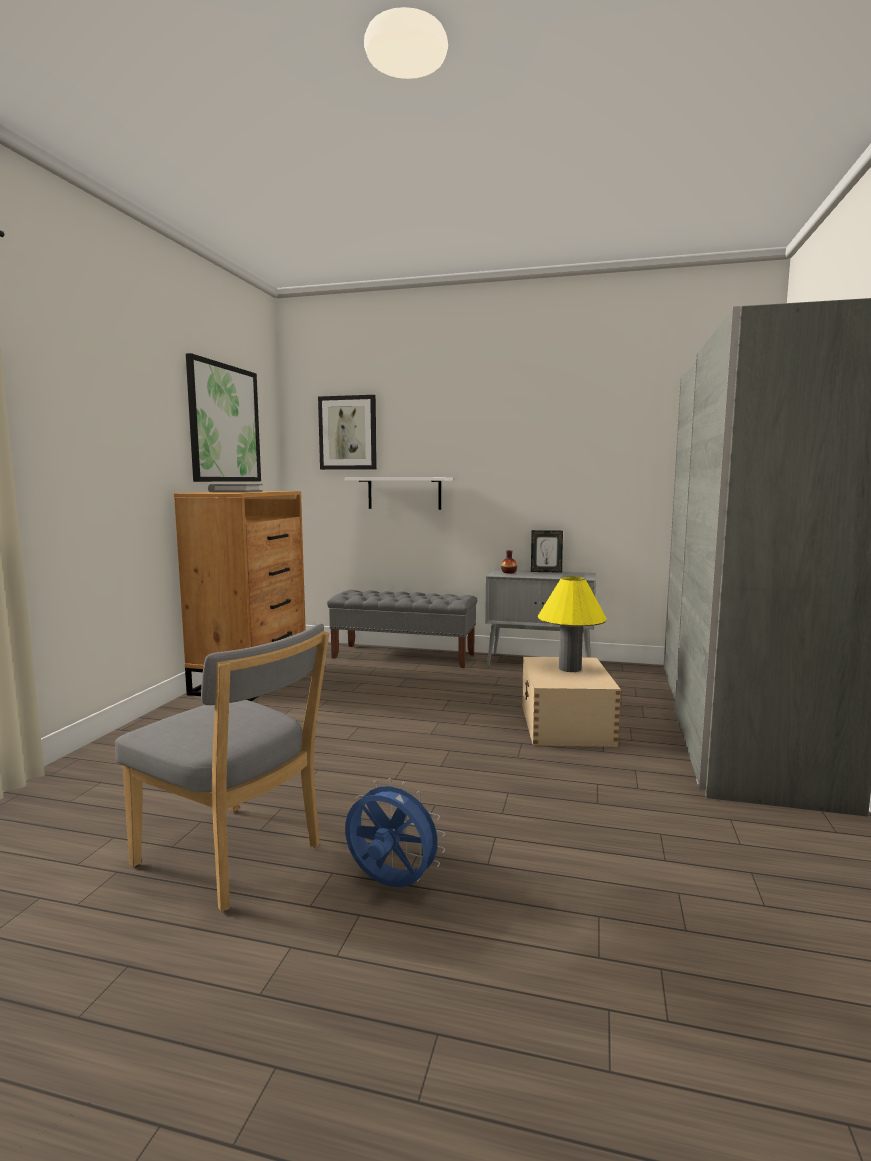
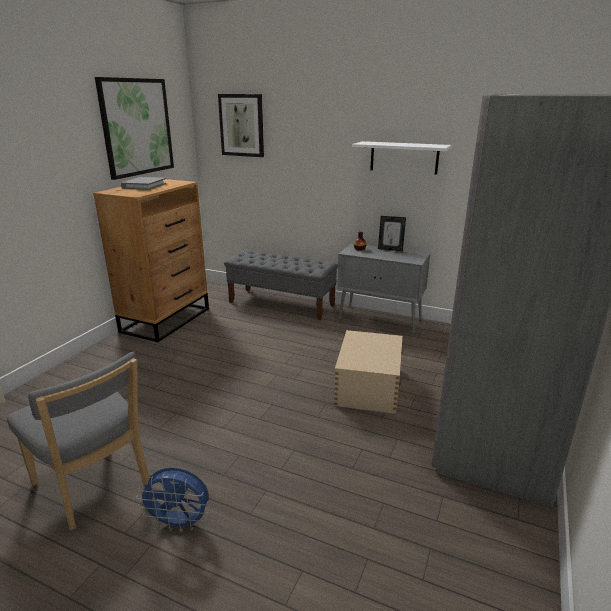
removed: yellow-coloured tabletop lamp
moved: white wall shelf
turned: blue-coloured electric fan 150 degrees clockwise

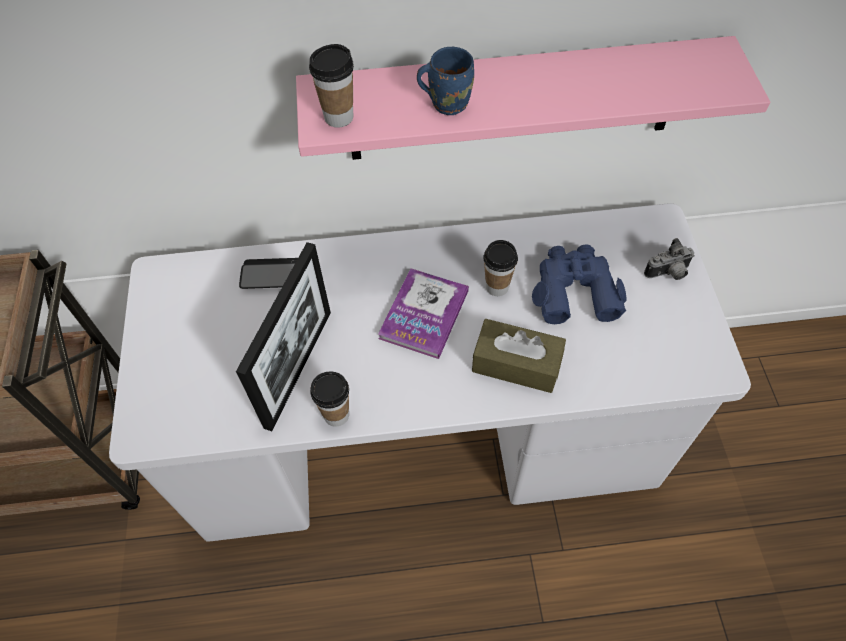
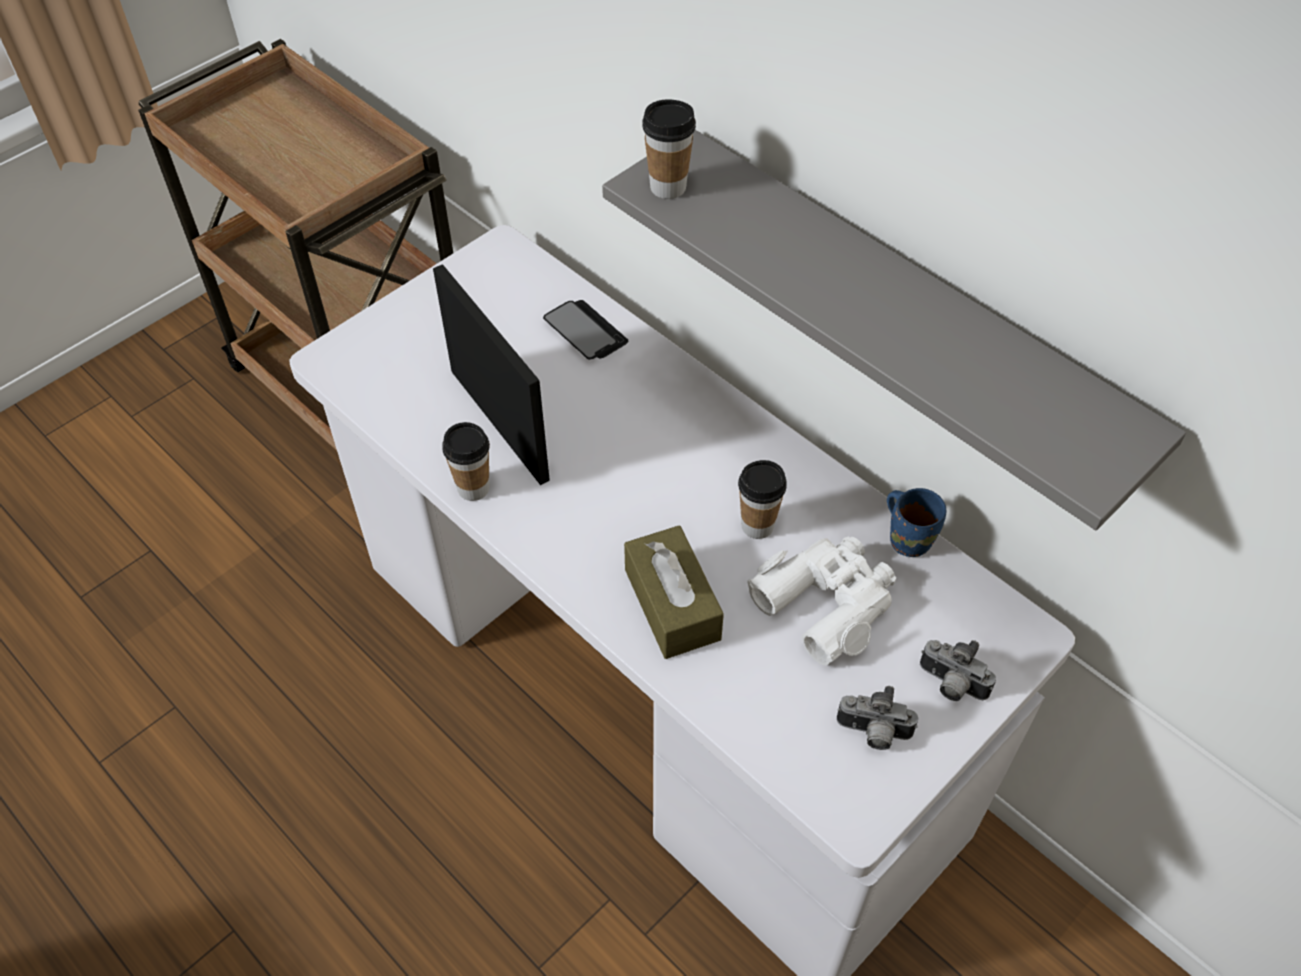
removed: book
added: still camera (1st from left)
moved: blue-coloured mug
recoloured: pinkish wall shelf to greyish wall shelf; blue-coloured field glasses to white field glasses
turned: picture frame 105 degrees counterclockwise

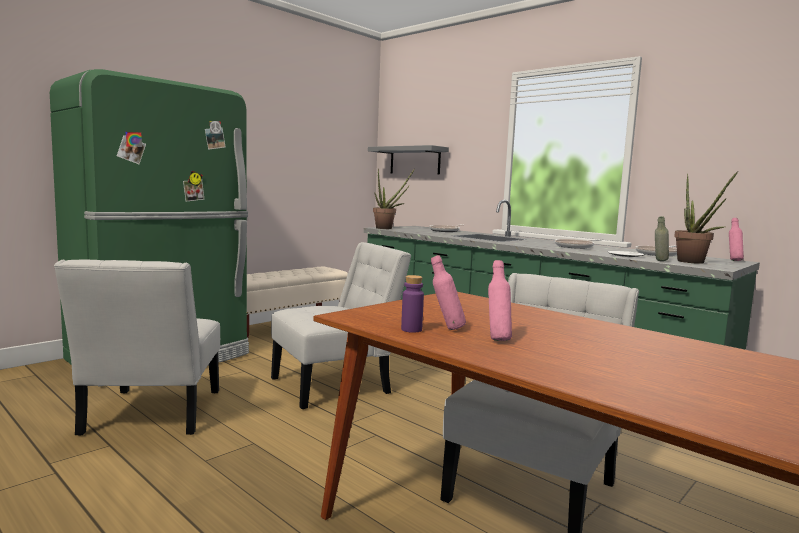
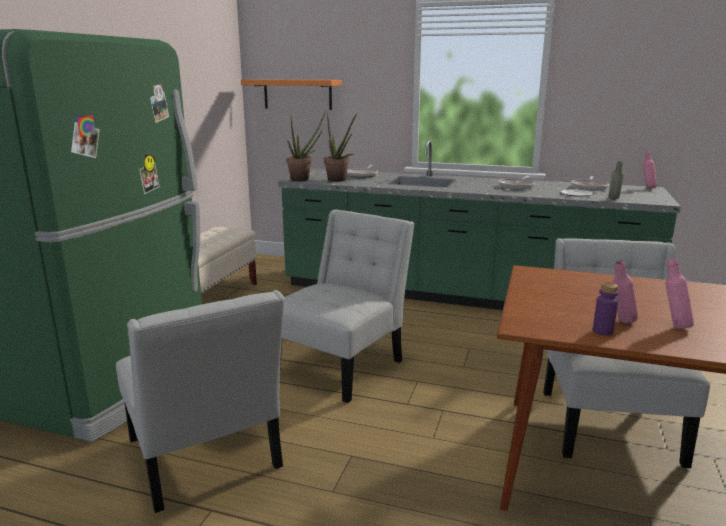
moved: plant in a pot (2nd from left)
recoloured: greyish wall shelf to orangey wall shelf

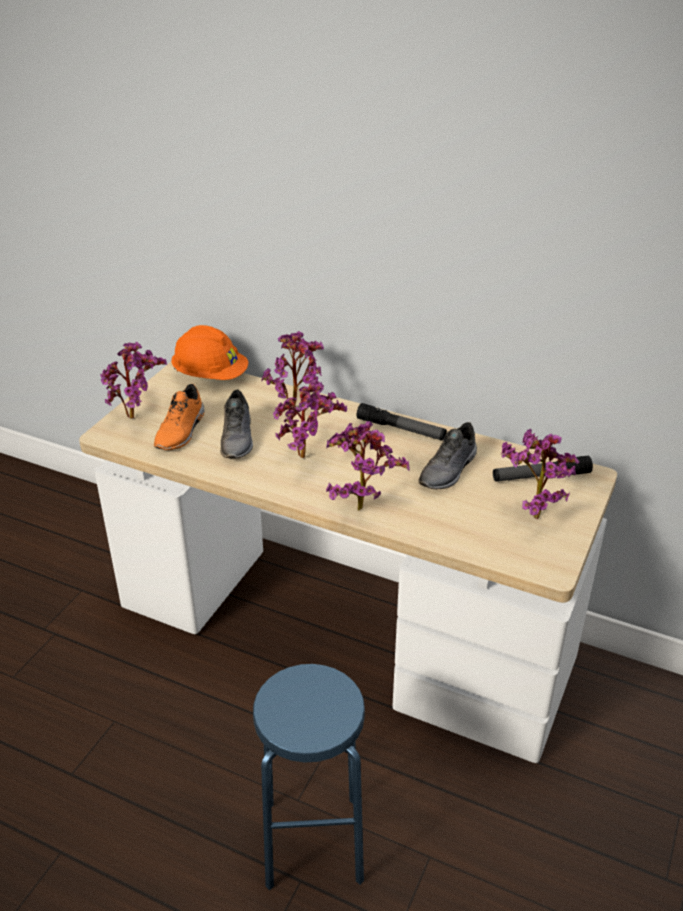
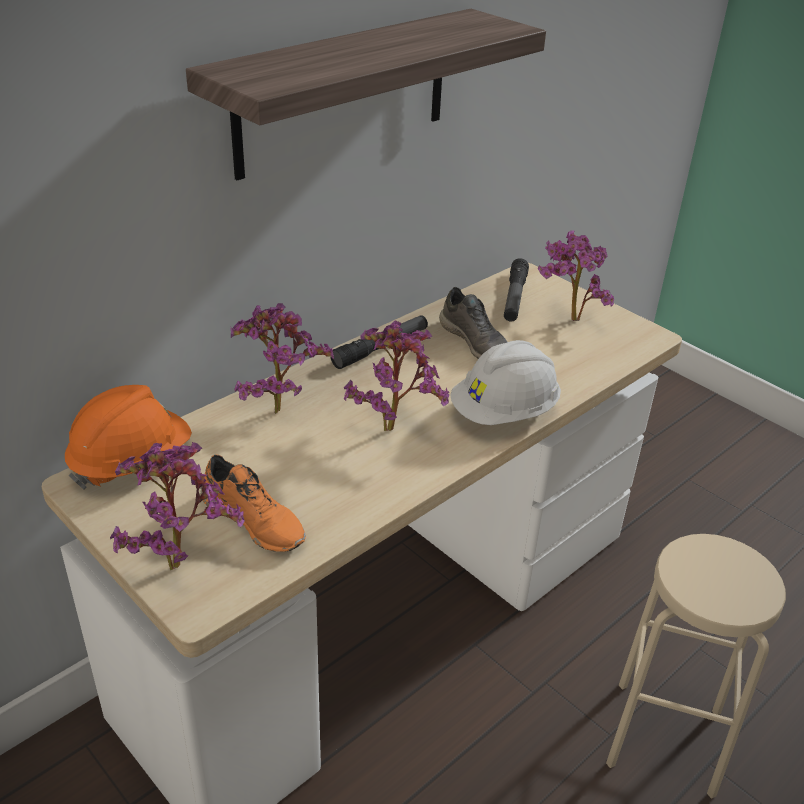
removed: greyish shoe (1st from left)
added: wall shelf
replaced: plant in a pot (4th from left) to white work helmet
recoloured: blue-coloured sitting stool to sand-coloured sitting stool

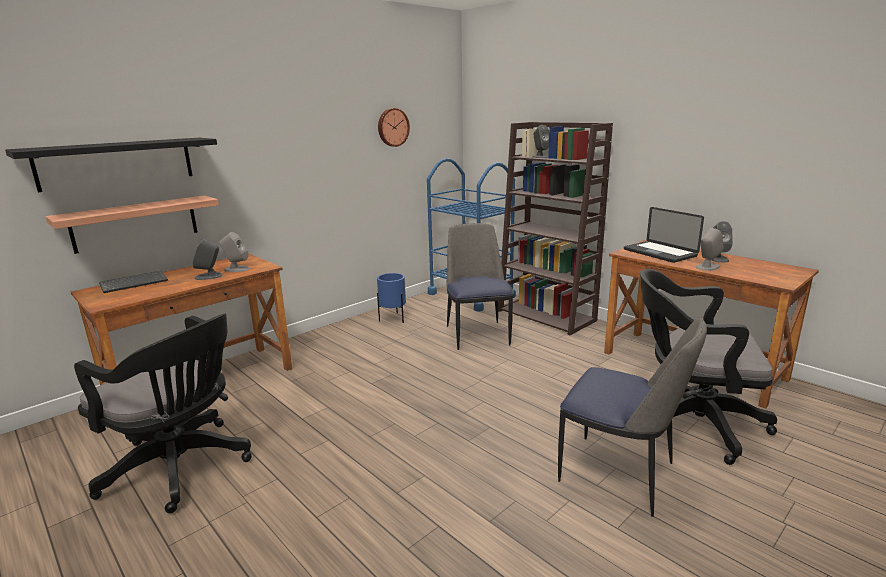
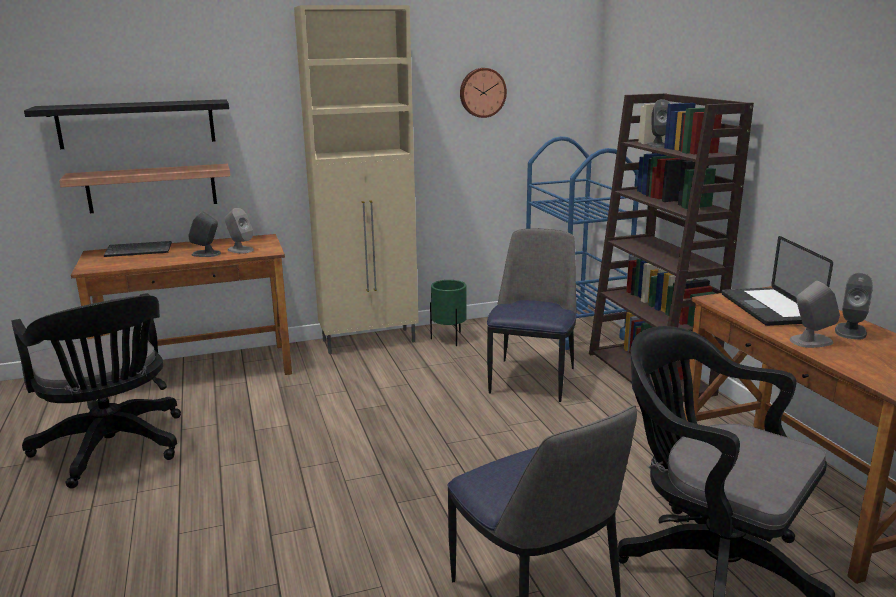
added: sand-coloured cupboard
recoloured: blue-coloured flower pot to greenish flower pot

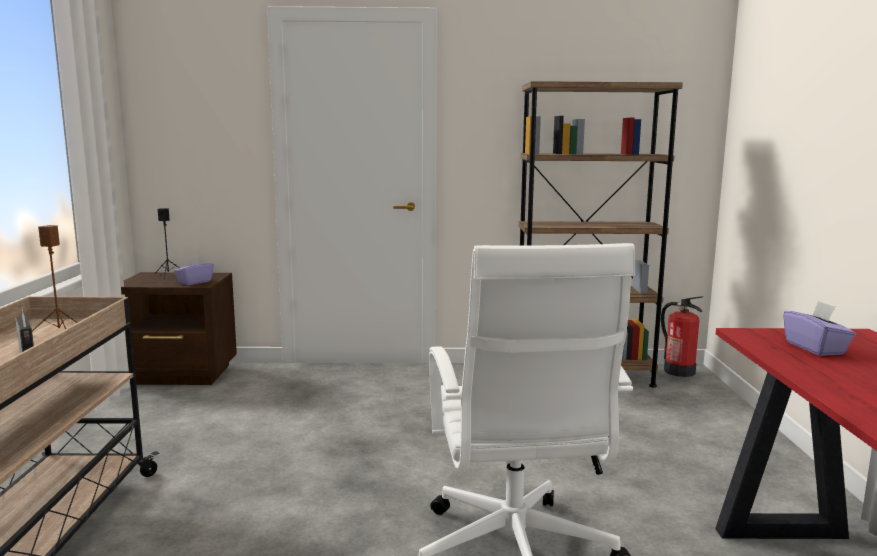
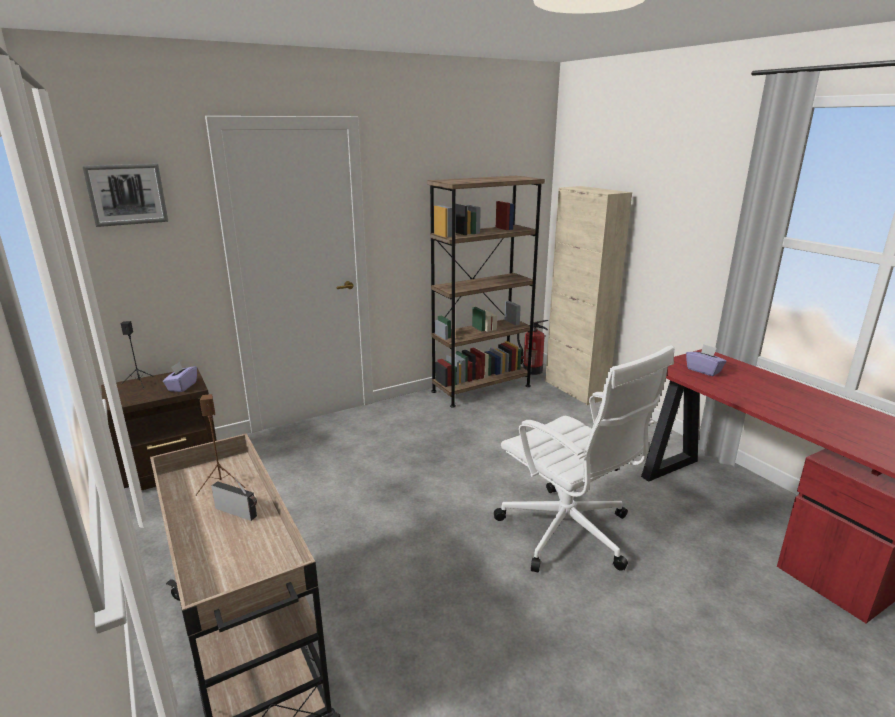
added: picture; sand-coloured cupboard

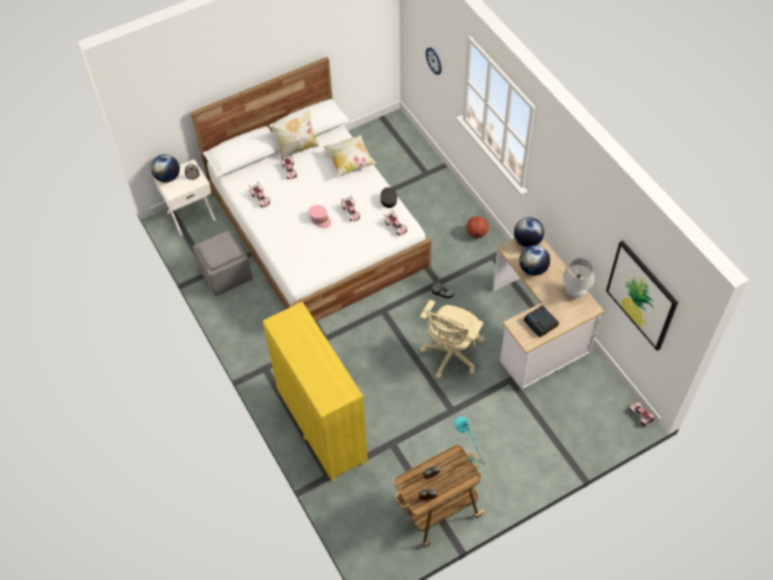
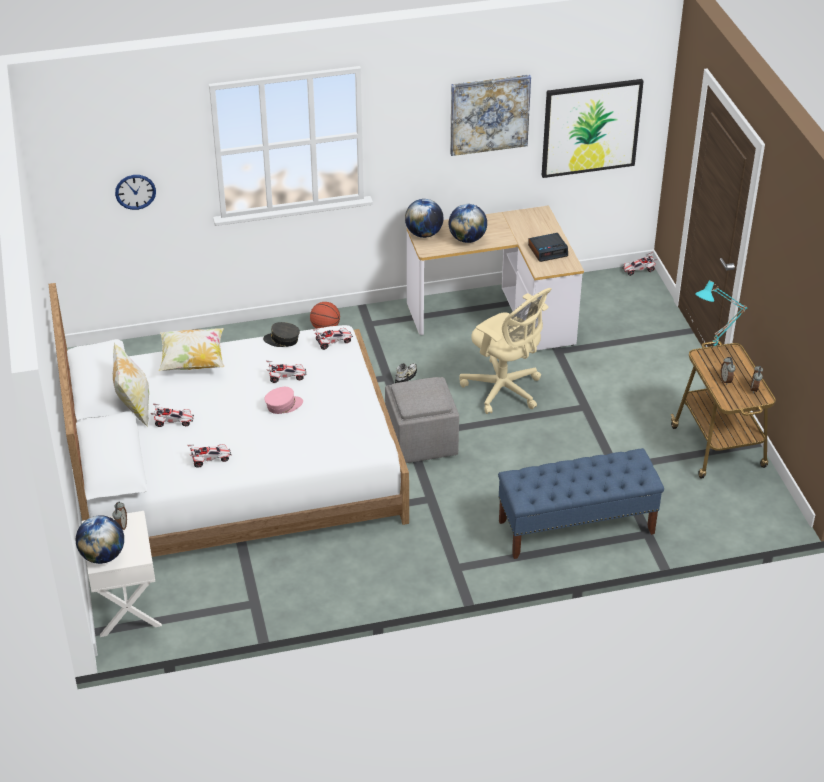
removed: white tabletop lamp
added: picture (1st from left)
moved: greyish footrest
replaced: yellow-coloured cupboard to blue-coloured bench

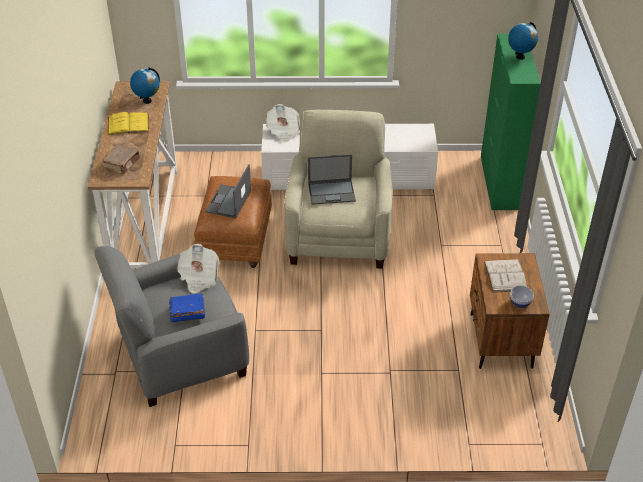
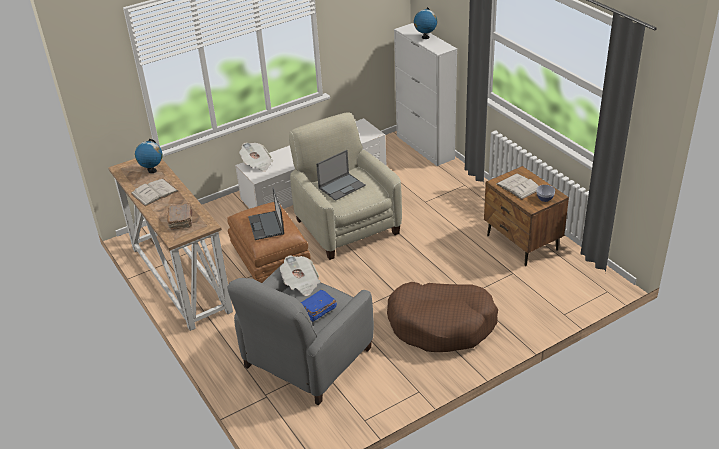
added: brownish pet bed
recoloured: yellow-coloured book to white book (1st from left); greenish cupboard to white cupboard

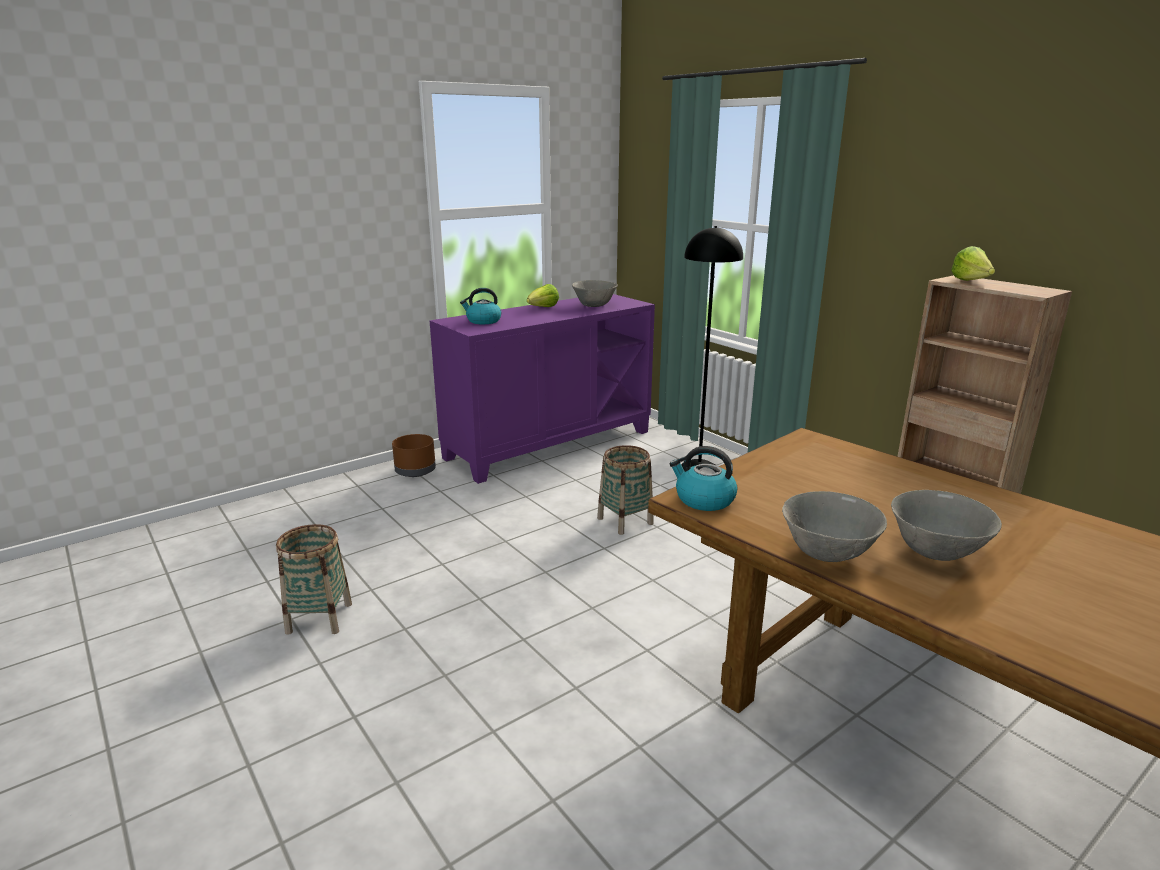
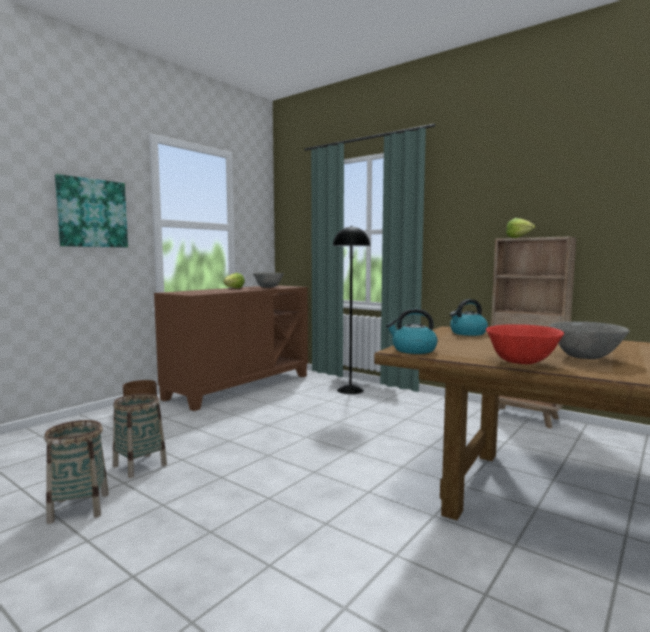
added: picture
moved: basket (2nd from left); kettle (1st from left in the first image) to kettle (2nd from left)
recoloured: purple cupboard to brownish cupboard; greyish serving bowl (2nd from left) to red-coloured serving bowl

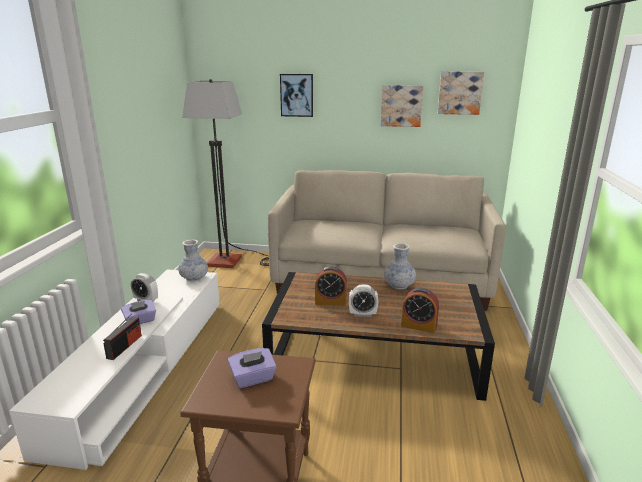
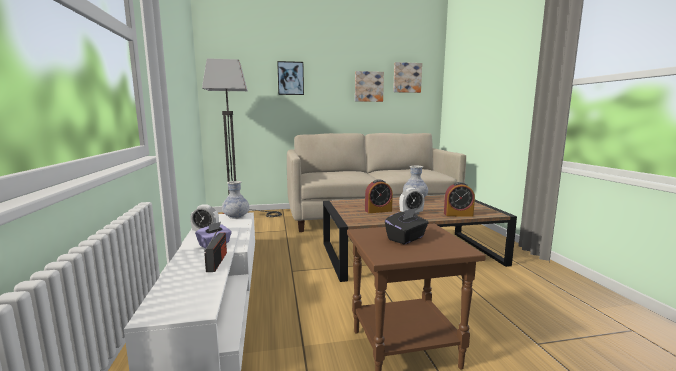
recoloured: purple box of tissues (2nd from left) to black box of tissues

